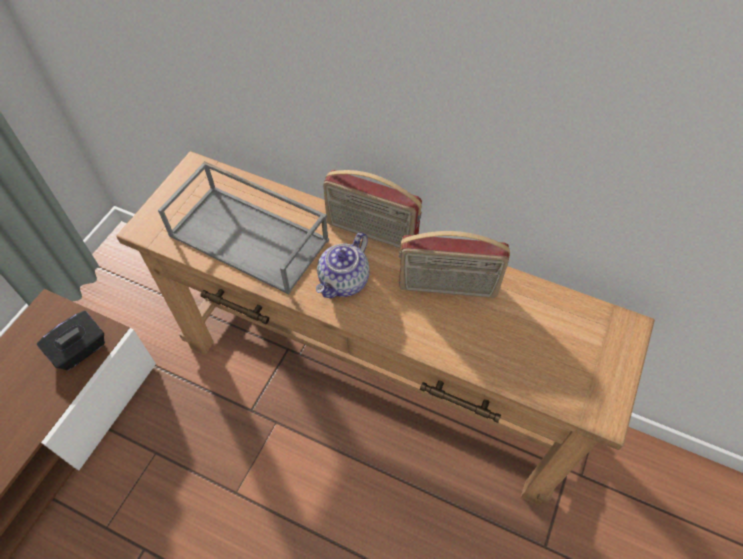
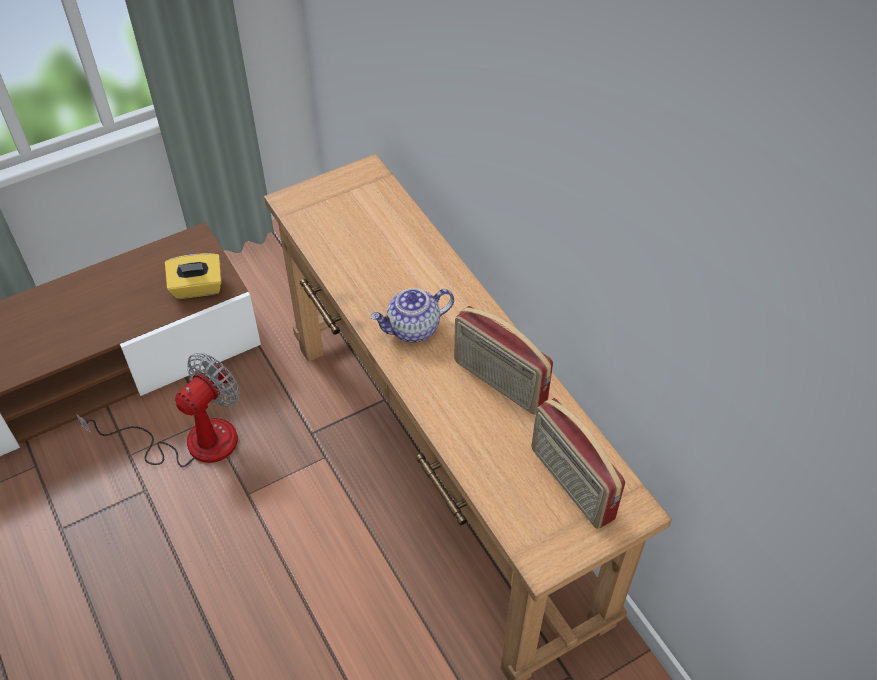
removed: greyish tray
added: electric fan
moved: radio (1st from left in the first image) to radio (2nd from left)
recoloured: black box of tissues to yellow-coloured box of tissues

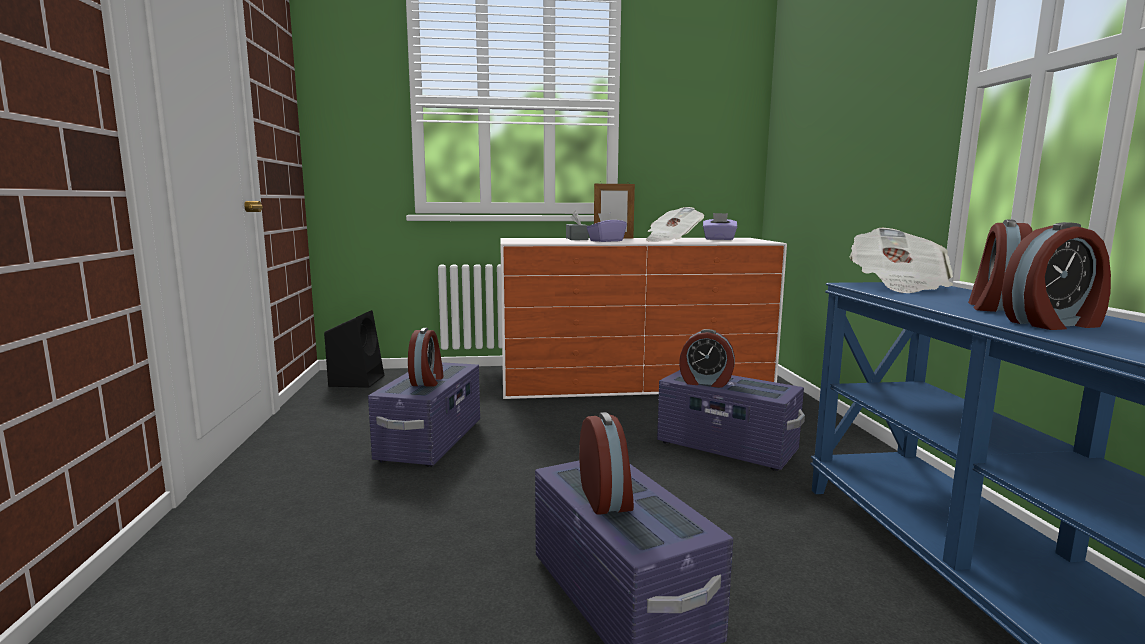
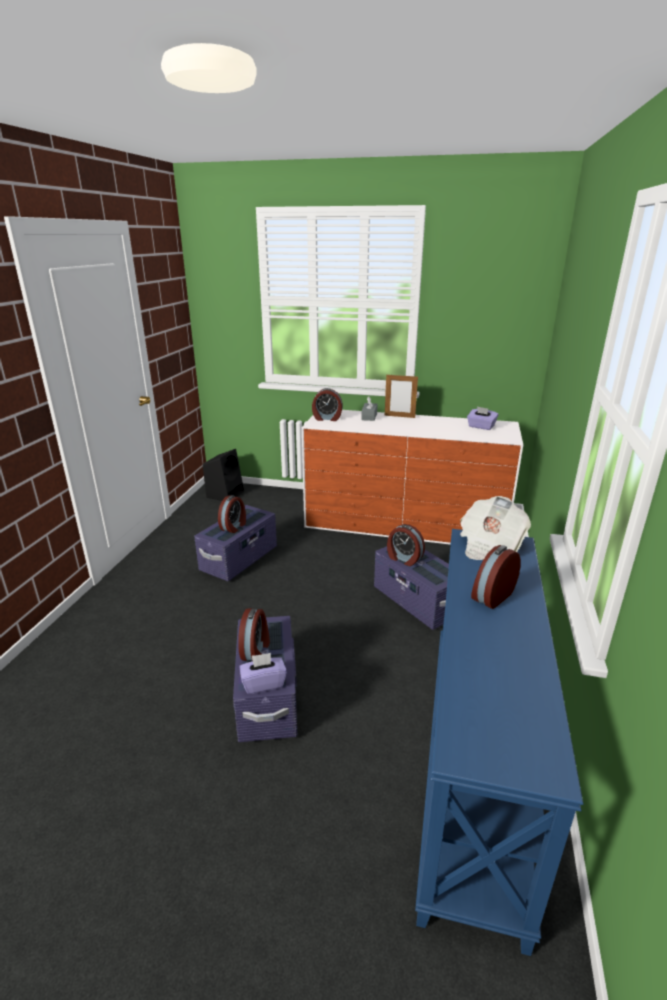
removed: printed paper (1st from left)
moved: purple box of tissues (1st from left); bedside clock (5th from left in the first image) to bedside clock (3rd from left)

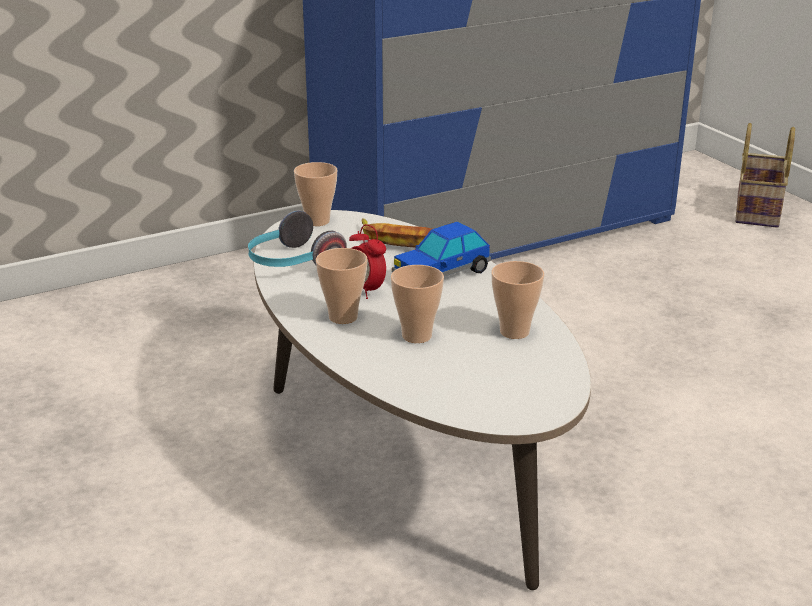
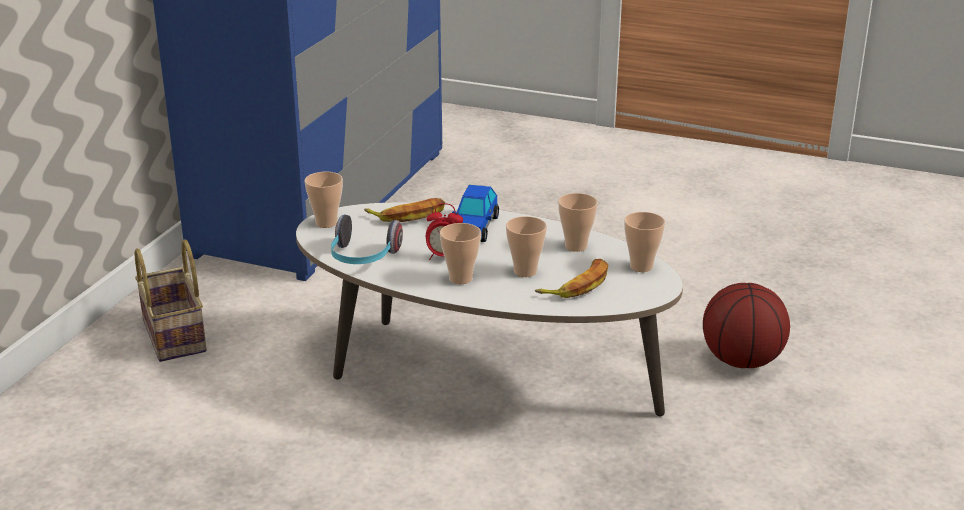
added: banana fruit (2nd from left); cup (5th from left); basketball
moved: basket

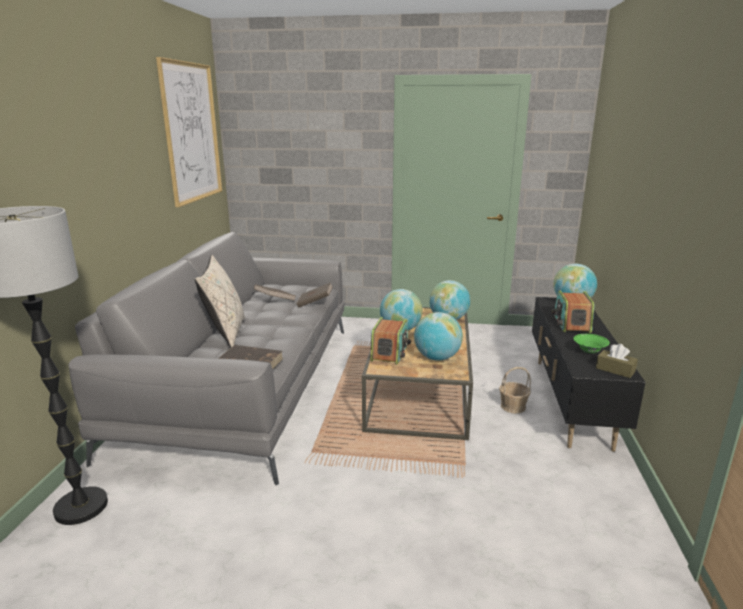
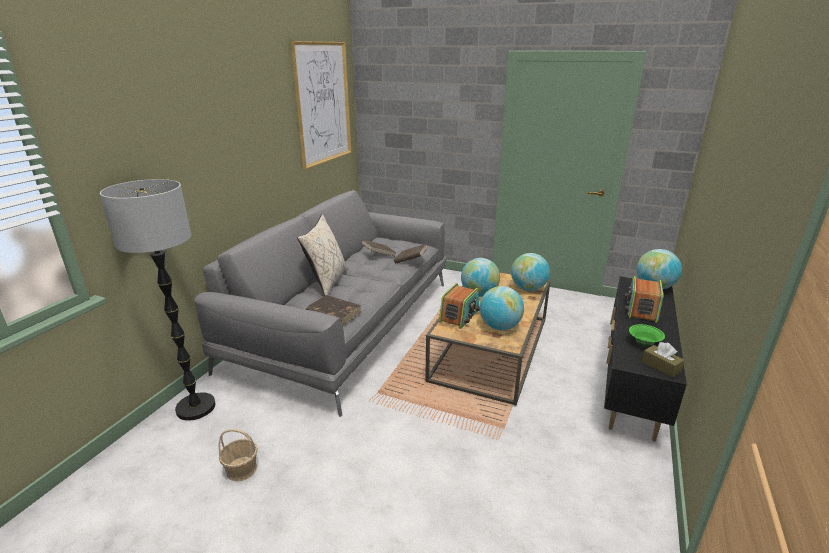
moved: basket

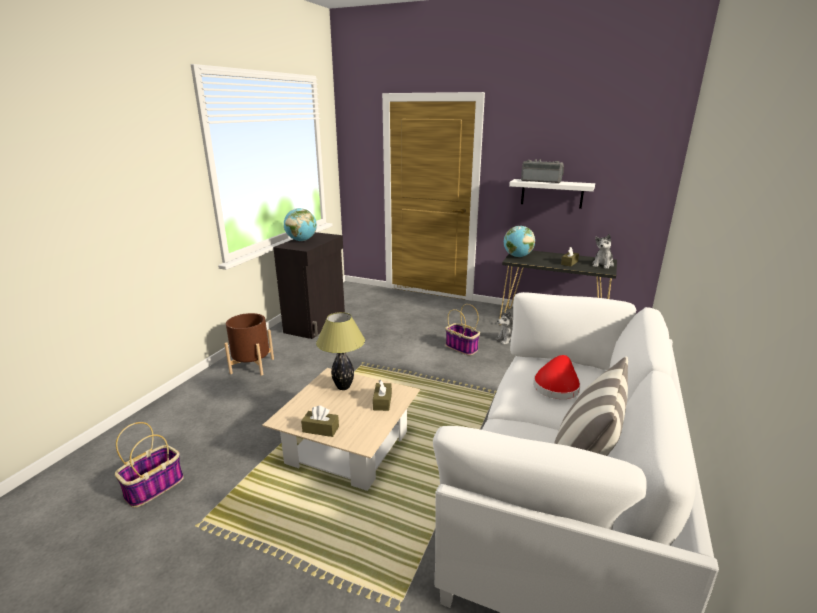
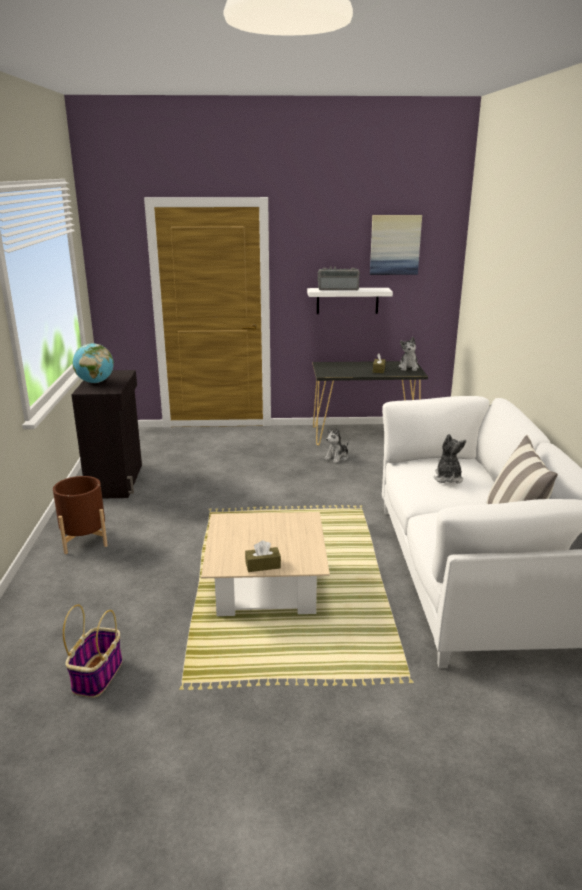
removed: tabletop lamp; brownish box of tissues (2nd from left); basket (2nd from left); globe (2nd from left)
added: picture
replaced: red-coloured hat to cuddly toy (3rd from left)

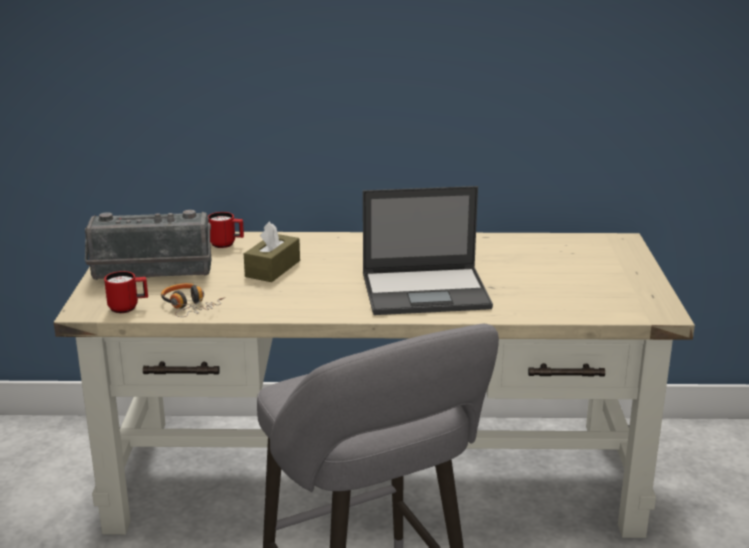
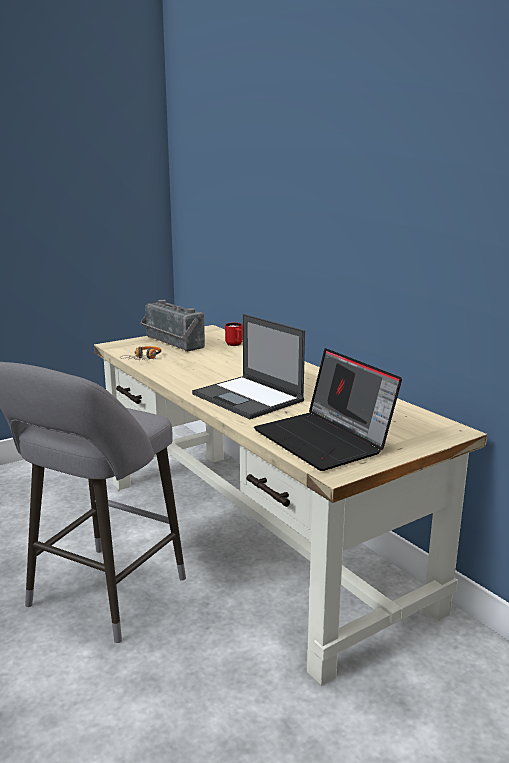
removed: red-coloured mug (1st from left); brownish box of tissues
added: portable computer (2nd from left)

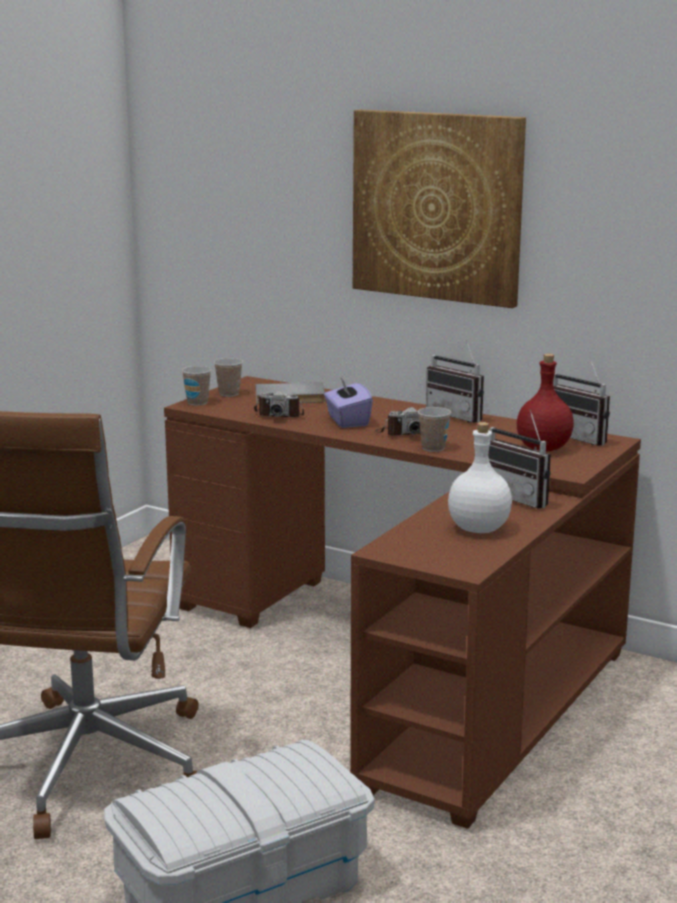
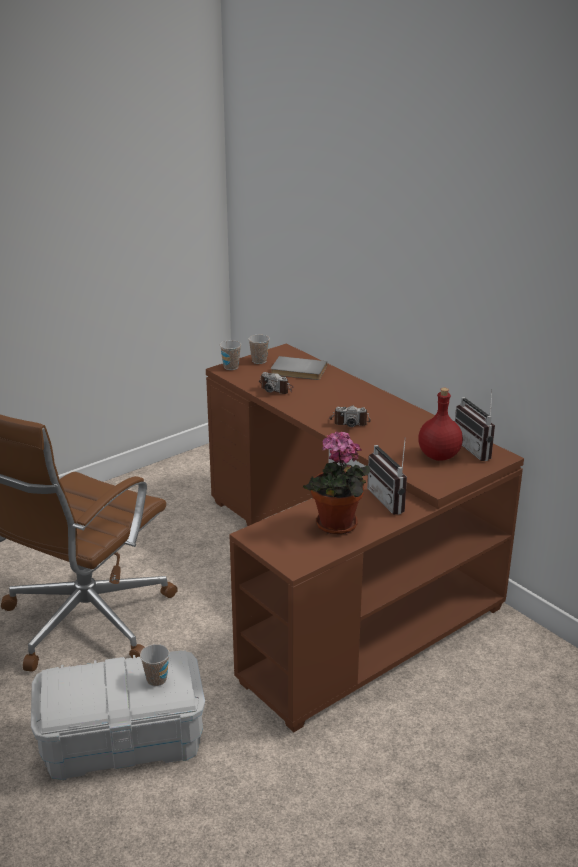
removed: purple box of tissues; picture; radio (1st from left)
moved: cup (3rd from left in the first image) to cup (1st from left)
replaced: white beverage bottle to plant in a pot

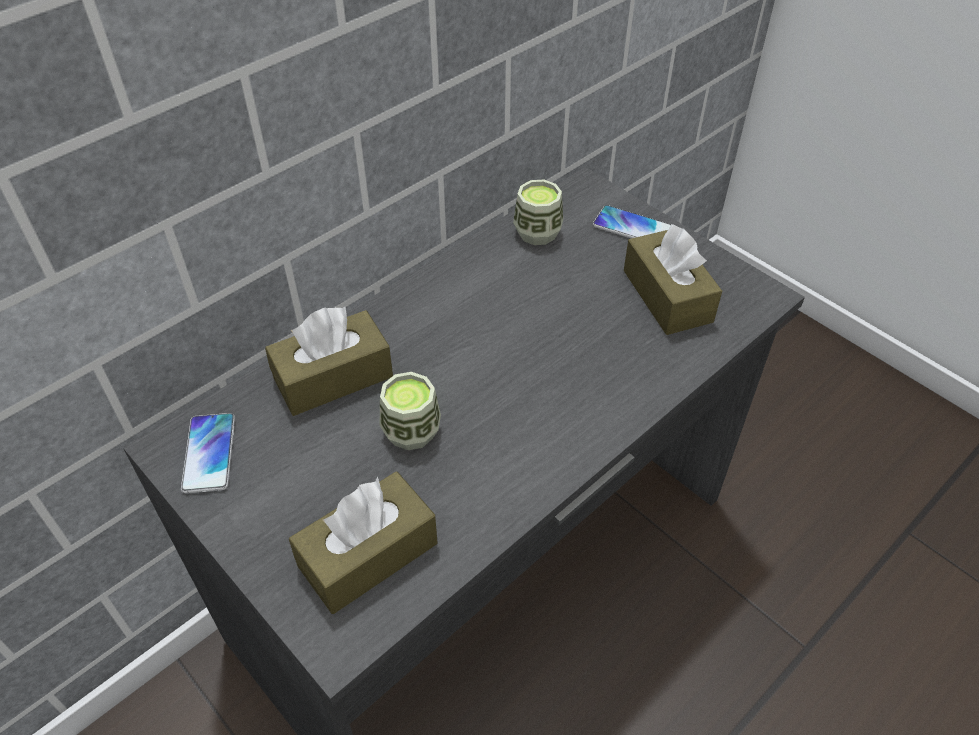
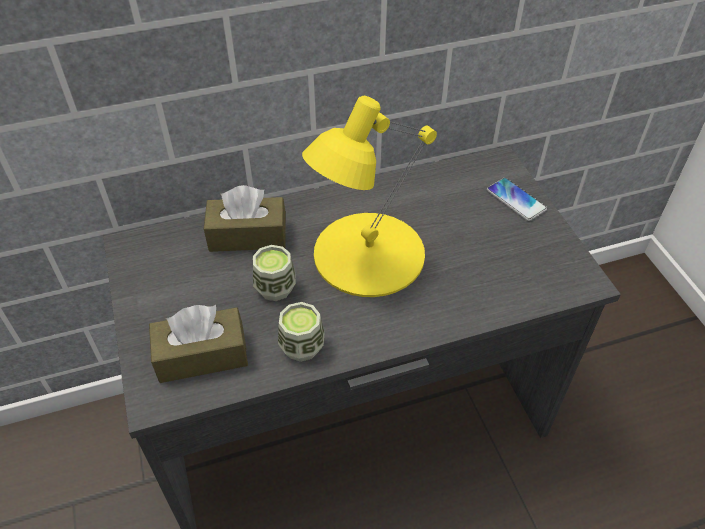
removed: telephone (1st from left); brownish box of tissues (3rd from left)
added: yellow-coloured tabletop lamp
moved: cup (2nd from left)

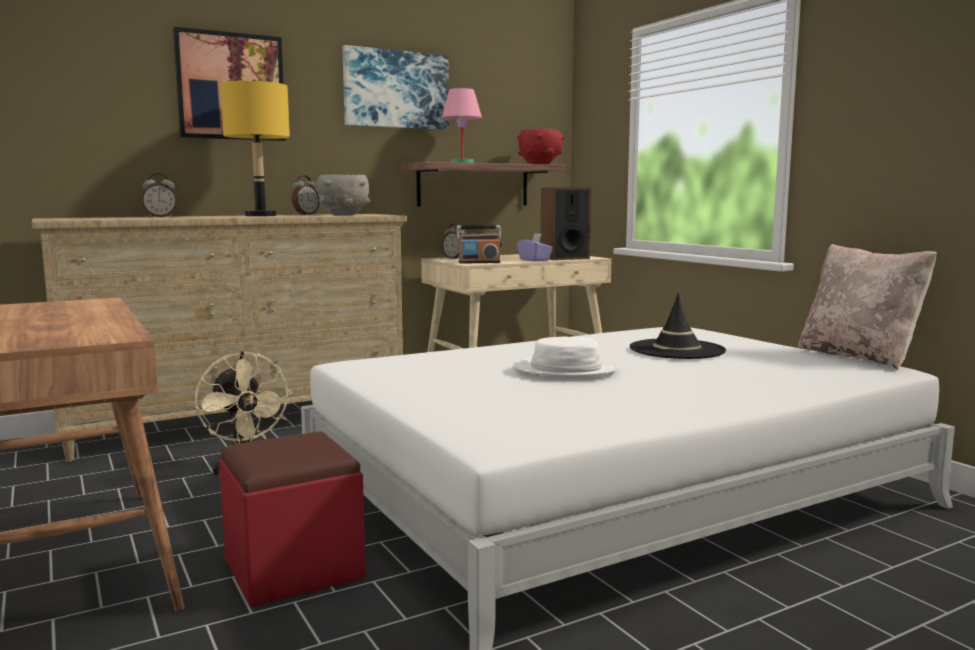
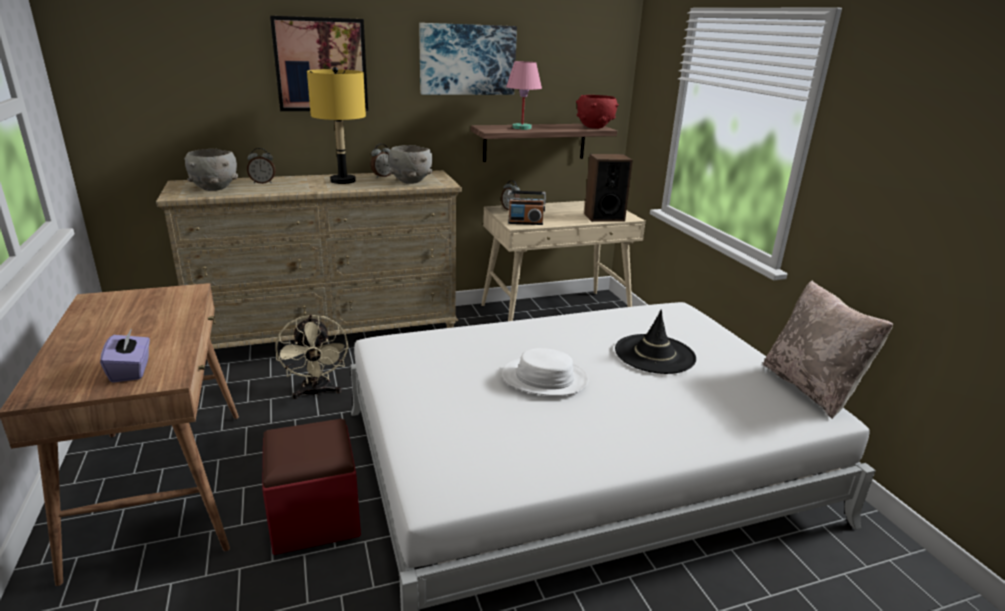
added: greyish serving bowl (1st from left)
moved: purple box of tissues

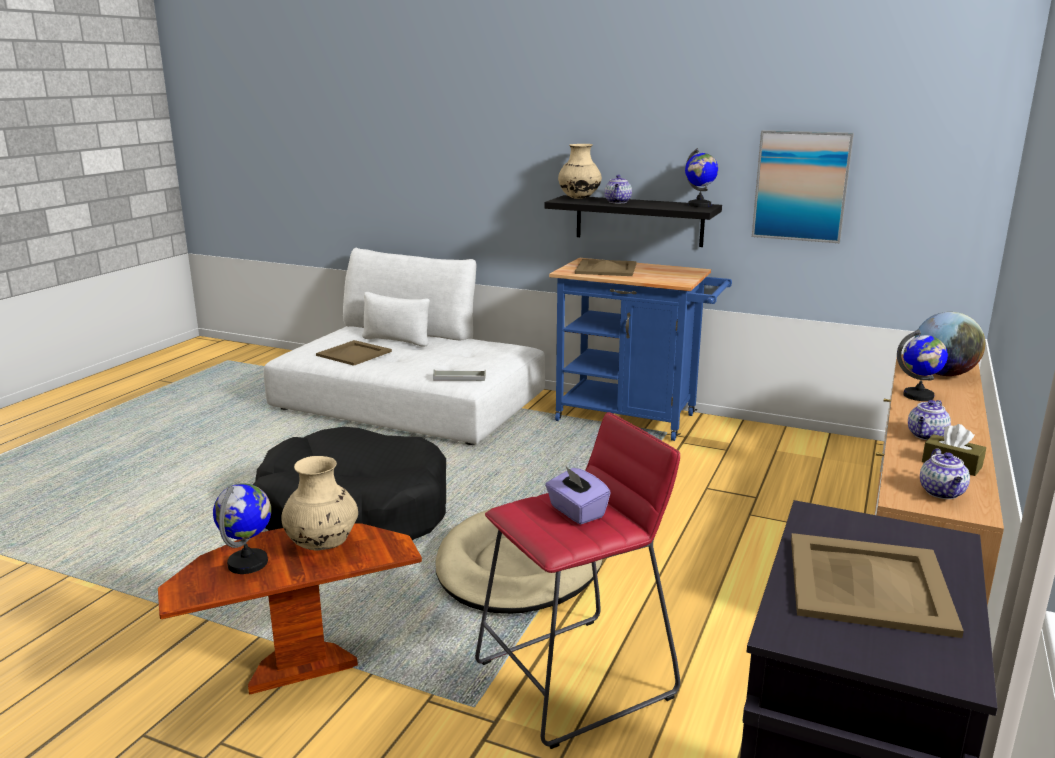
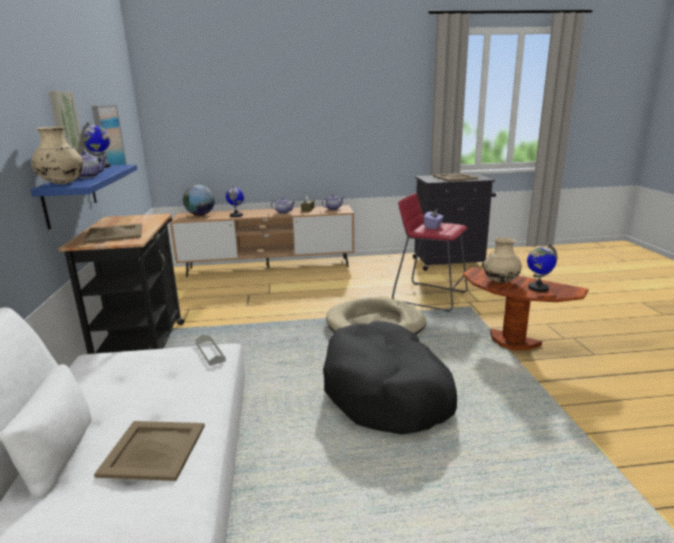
added: picture (1st from left)
recoloured: black wall shelf to blue-coloured wall shelf; blue-coloured cart to black cart

